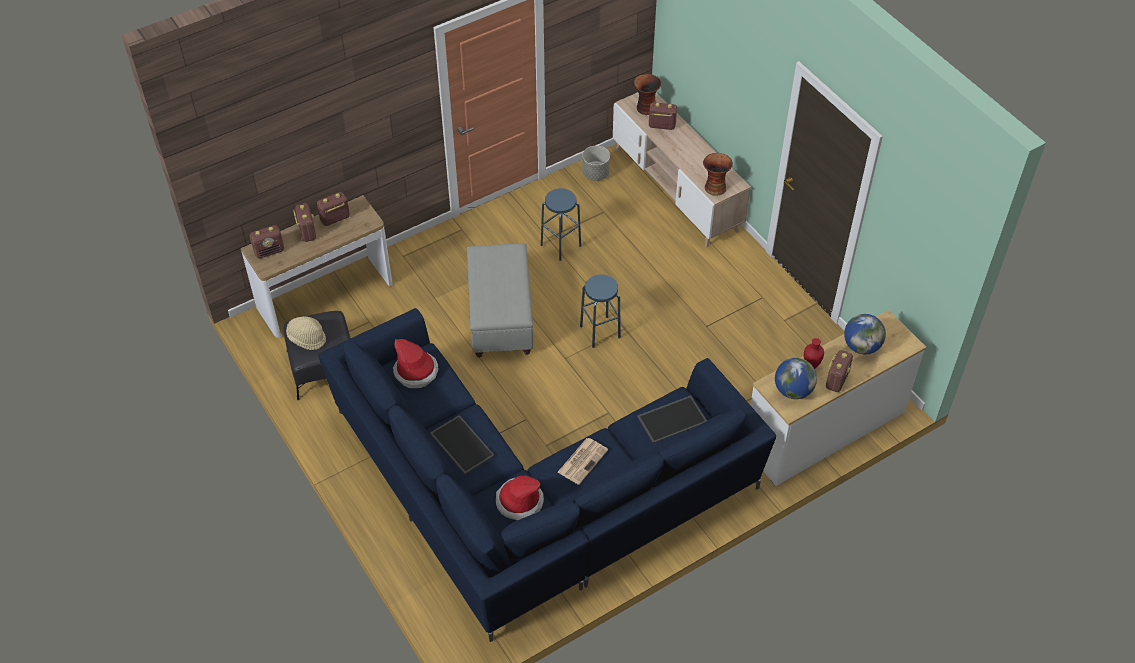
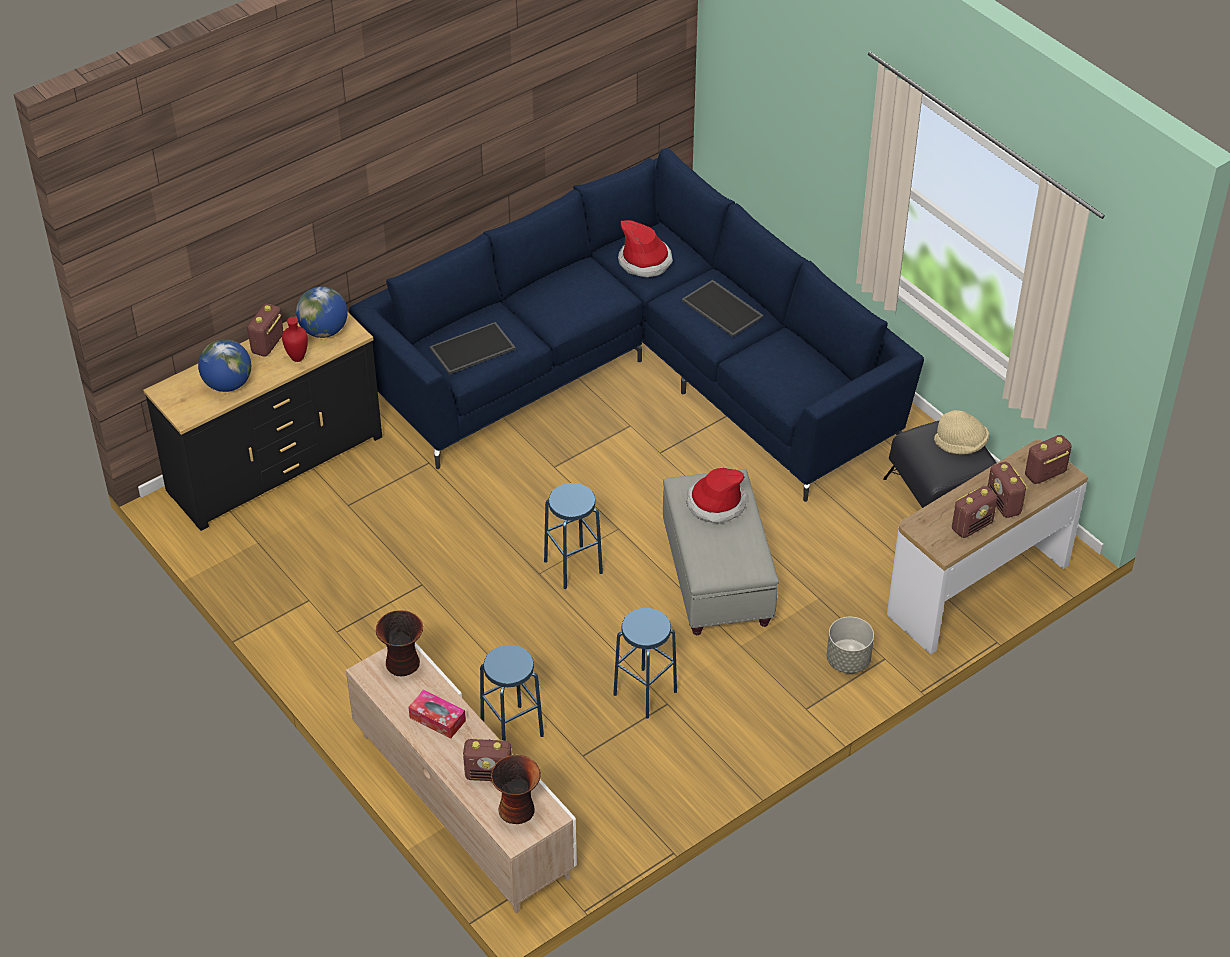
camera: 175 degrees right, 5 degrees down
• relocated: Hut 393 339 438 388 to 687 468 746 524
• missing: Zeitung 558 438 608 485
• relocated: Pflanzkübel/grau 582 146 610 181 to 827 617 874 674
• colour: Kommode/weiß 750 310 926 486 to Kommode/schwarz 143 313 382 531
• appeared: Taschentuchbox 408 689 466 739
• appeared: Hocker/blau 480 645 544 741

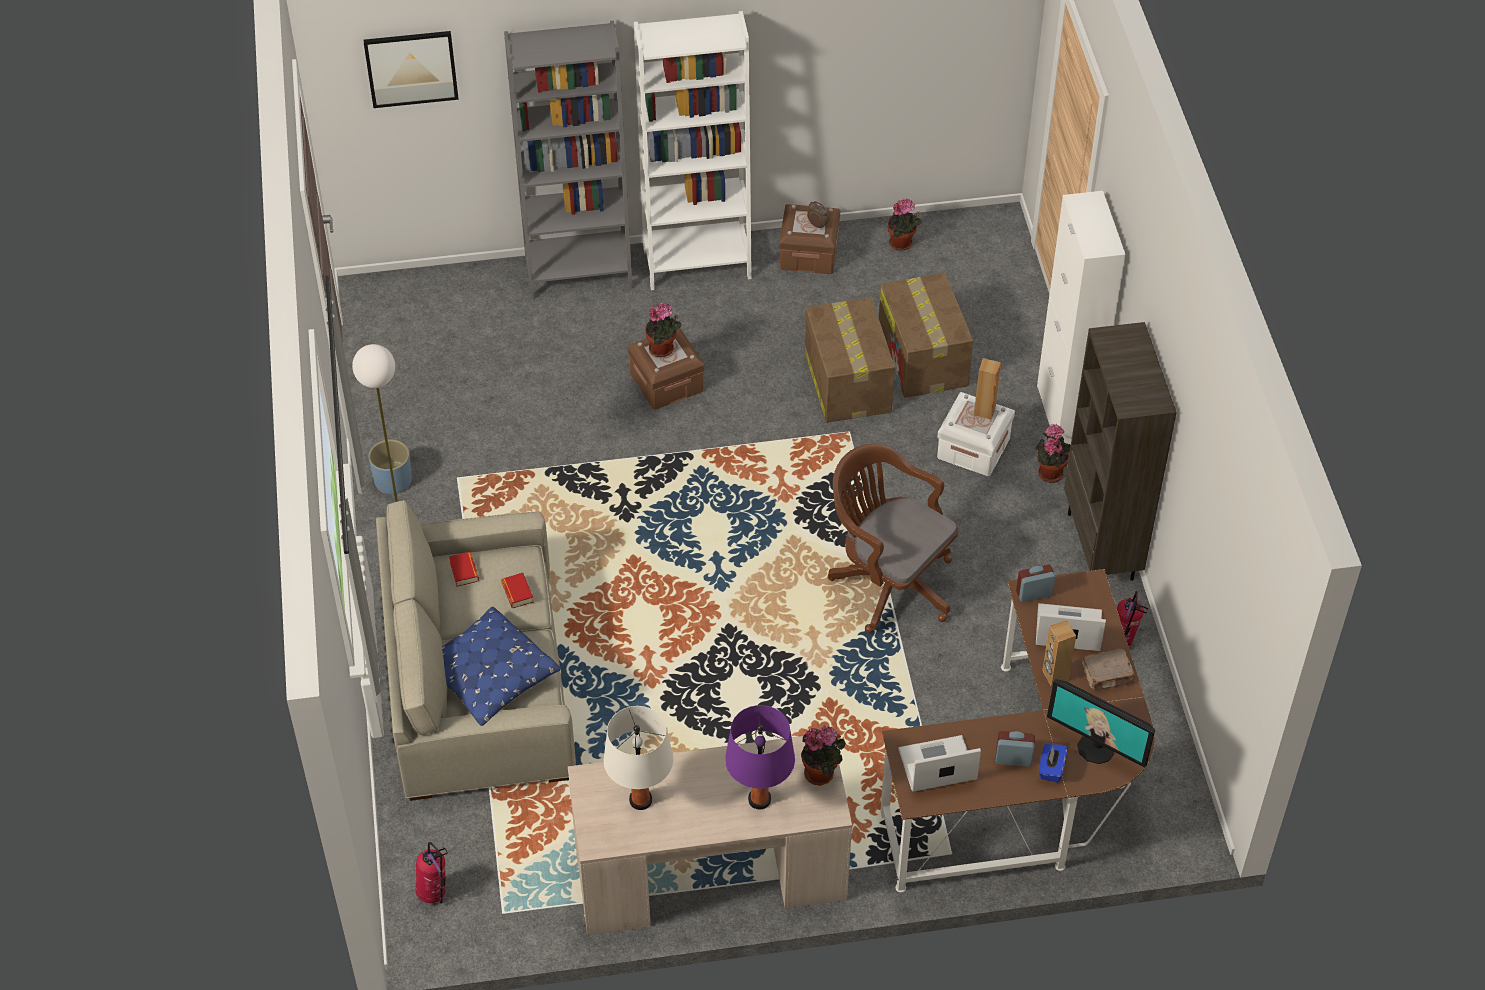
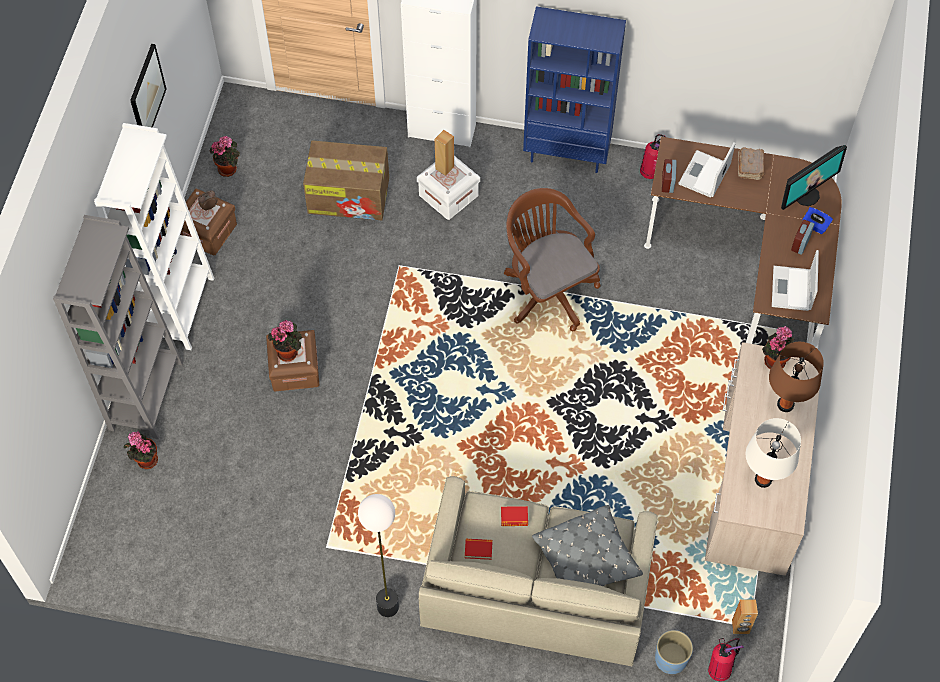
camera: 70 degrees left, 10 degrees up
• relocated: Bild 363 31 459 108 to 130 44 166 128
• relocated: Pflanzkübel/blau 368 439 412 494 to 655 630 693 674
• colour: Kissen/blau 442 607 561 726 to Kissen/grau 532 505 643 586
• colour: Tischlampe/lila 725 705 795 810 to Tischlampe/braun 769 342 824 412
• missing: Karton 805 297 895 423
• spun: Bürostuhl/braun 828 444 958 633 = 504 188 601 331 90 degrees clockwise
• relocated: Topfpflanze 1035 424 1071 483 to 124 431 158 469
• relocated: Lautsprecher/braun 1042 620 1076 687 to 732 599 758 634
• colour: Bücherregal/braun 1064 322 1177 581 to Bücherregal/blau 523 6 626 173

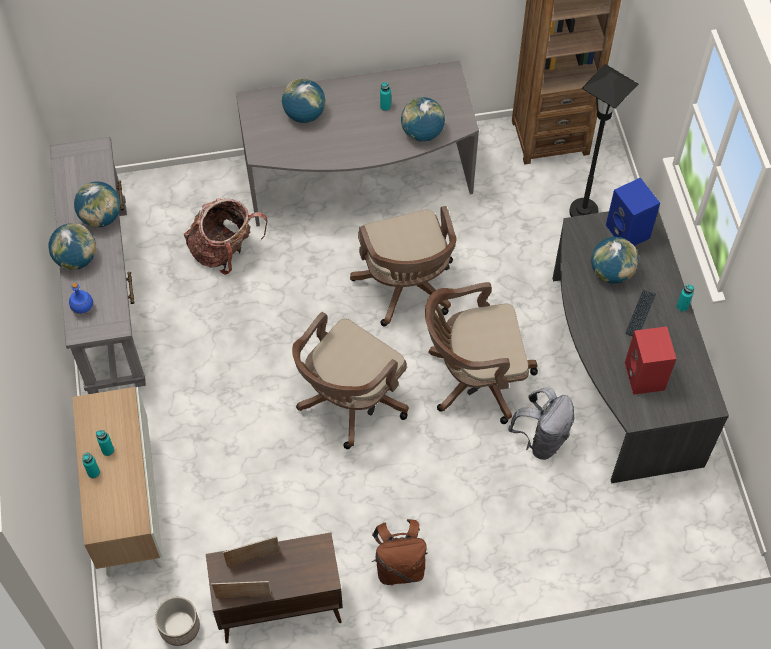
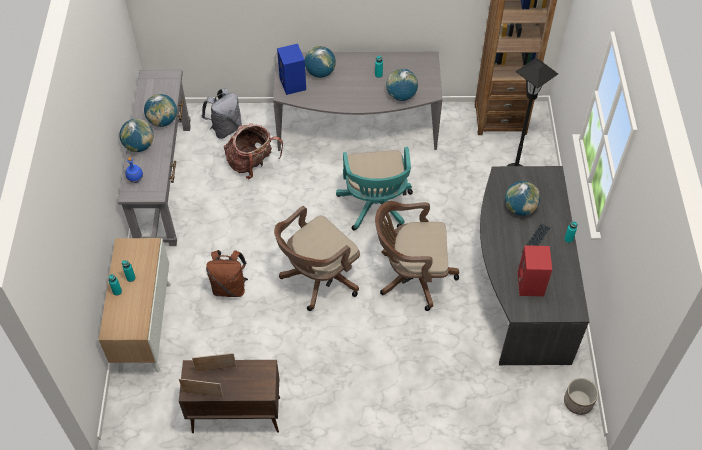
camera: 10 degrees right, 5 degrees down
• relocated: Pflanzkübel 155 597 200 646 to 564 378 598 415
• colour: Bürostuhl/braun 350 206 457 326 to Bürostuhl/türkis 336 147 413 231
• relocated: Rucksack/braun 372 519 427 585 to 206 250 248 297
• relocated: Rucksack/grau 508 387 574 460 to 202 88 242 139
• relocated: Lautsprecher/blau 606 178 660 246 to 277 44 306 95

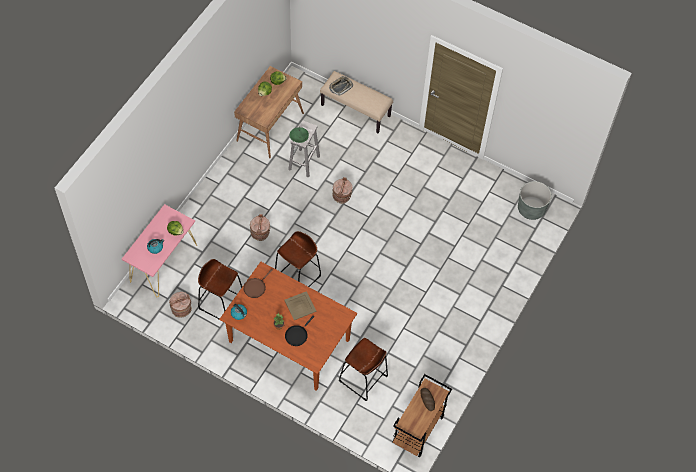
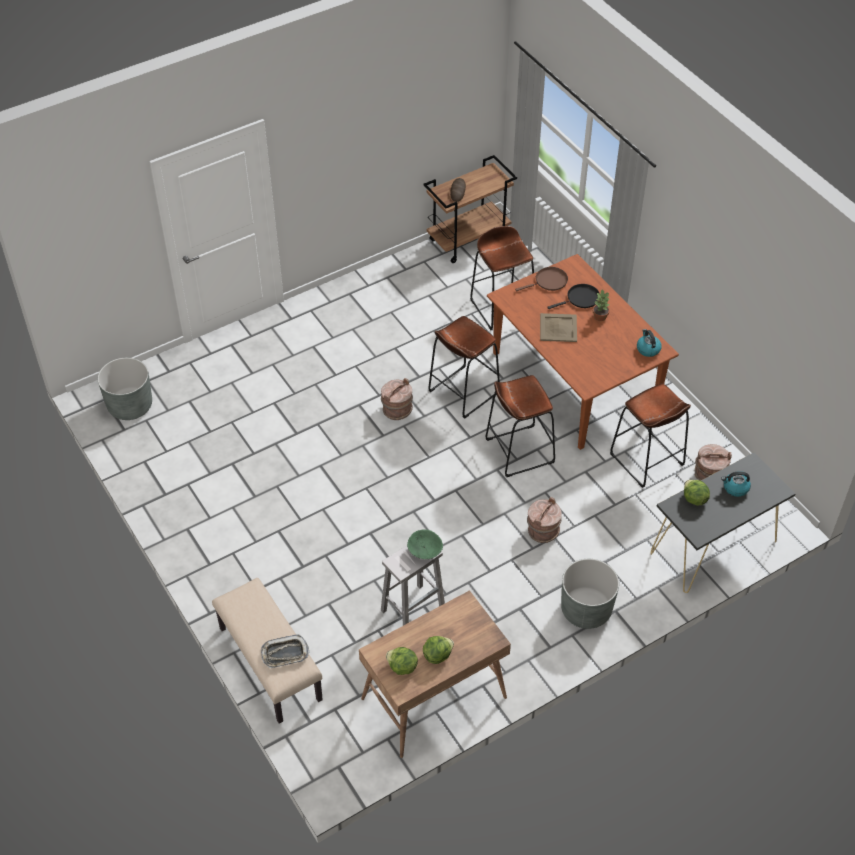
camera: 150 degrees left, 10 degrees down
• colour: Konsolentisch/rosa 122 204 197 297 to Konsolentisch/schwarz 650 452 795 593
• relocated: Pfanne/braun 243 269 273 298 to 515 267 568 291
• relocated: Eimer/braun 333 177 352 204 to 381 378 413 420
• appeared: Hocker/braun 428 316 500 419
• appeared: Pflanzkübel/grau 561 559 619 629

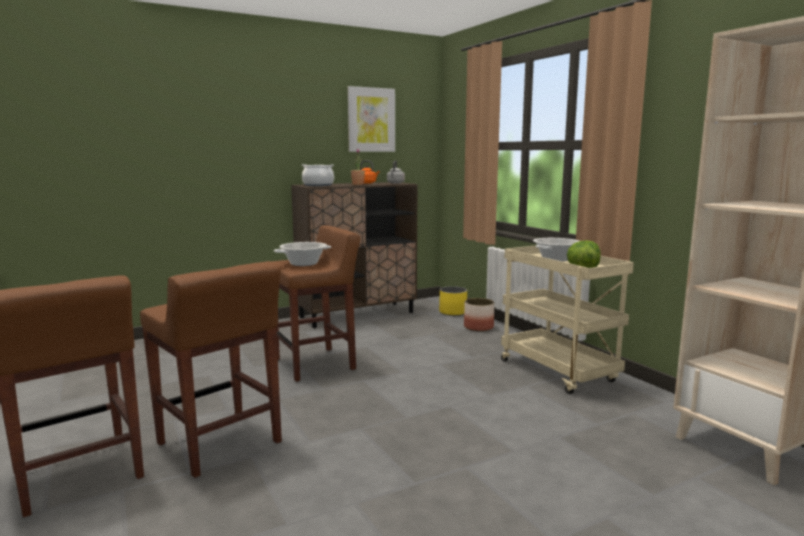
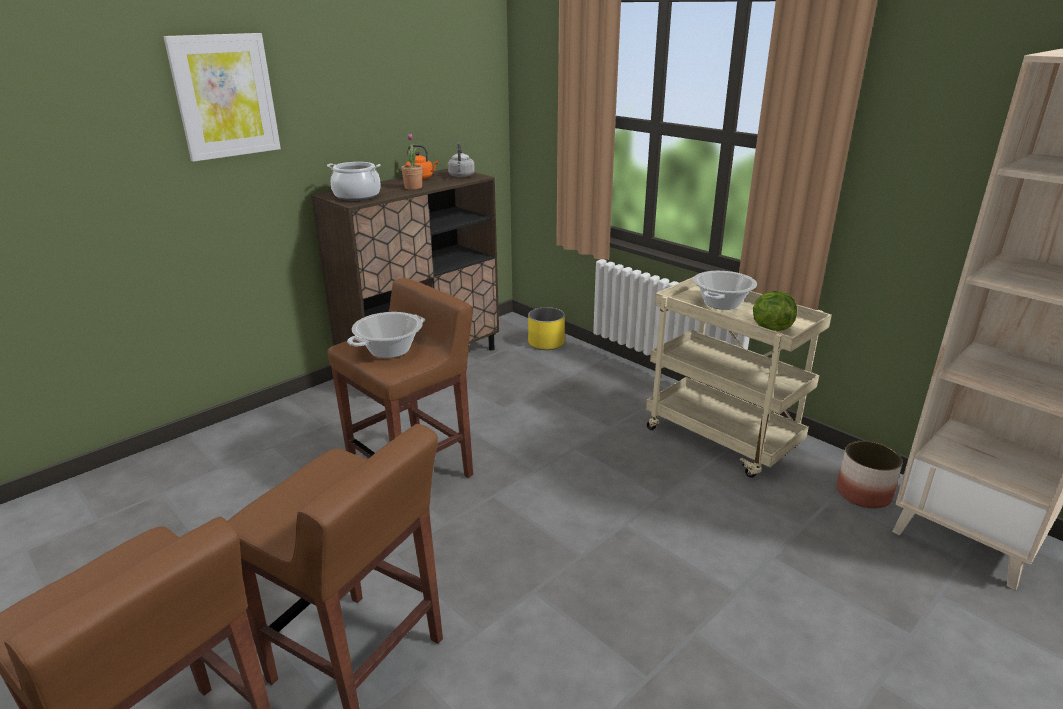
camera: 15 degrees left, 15 degrees up
• relocated: Bild 348 86 395 152 to 164 33 281 162
• relocated: Pflanzkübel 464 298 494 332 to 837 441 903 508

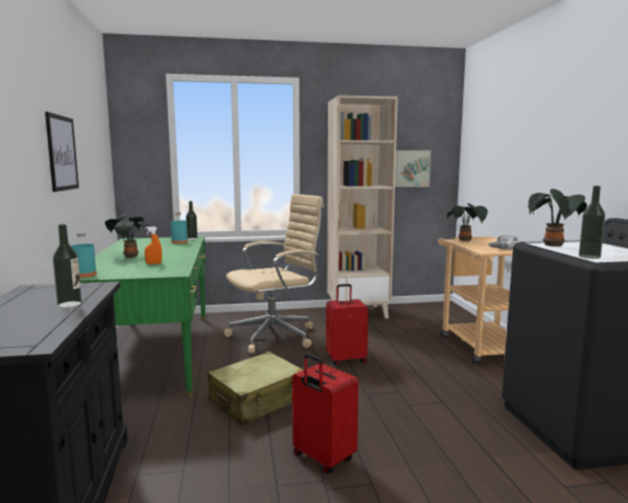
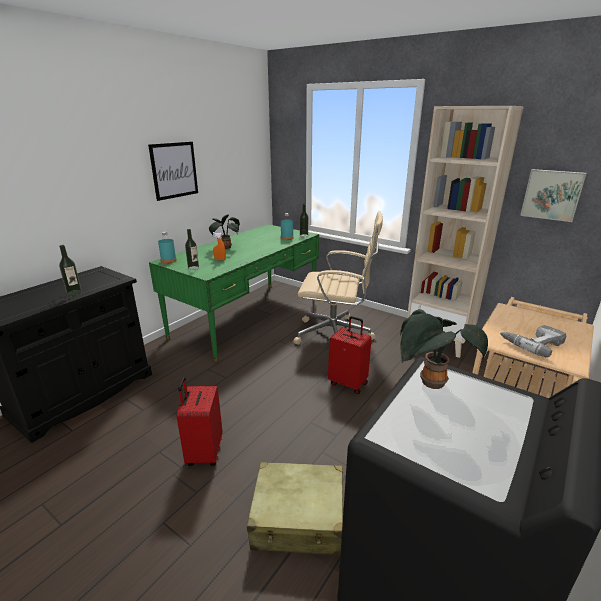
camera: 45 degrees right, 15 degrees up
• relocated: Koffer/beige 207 352 304 426 to 247 462 344 556
• missing: Topfpflanze 447 203 488 241
• relocated: Flasche 579 186 605 259 to 185 229 199 270

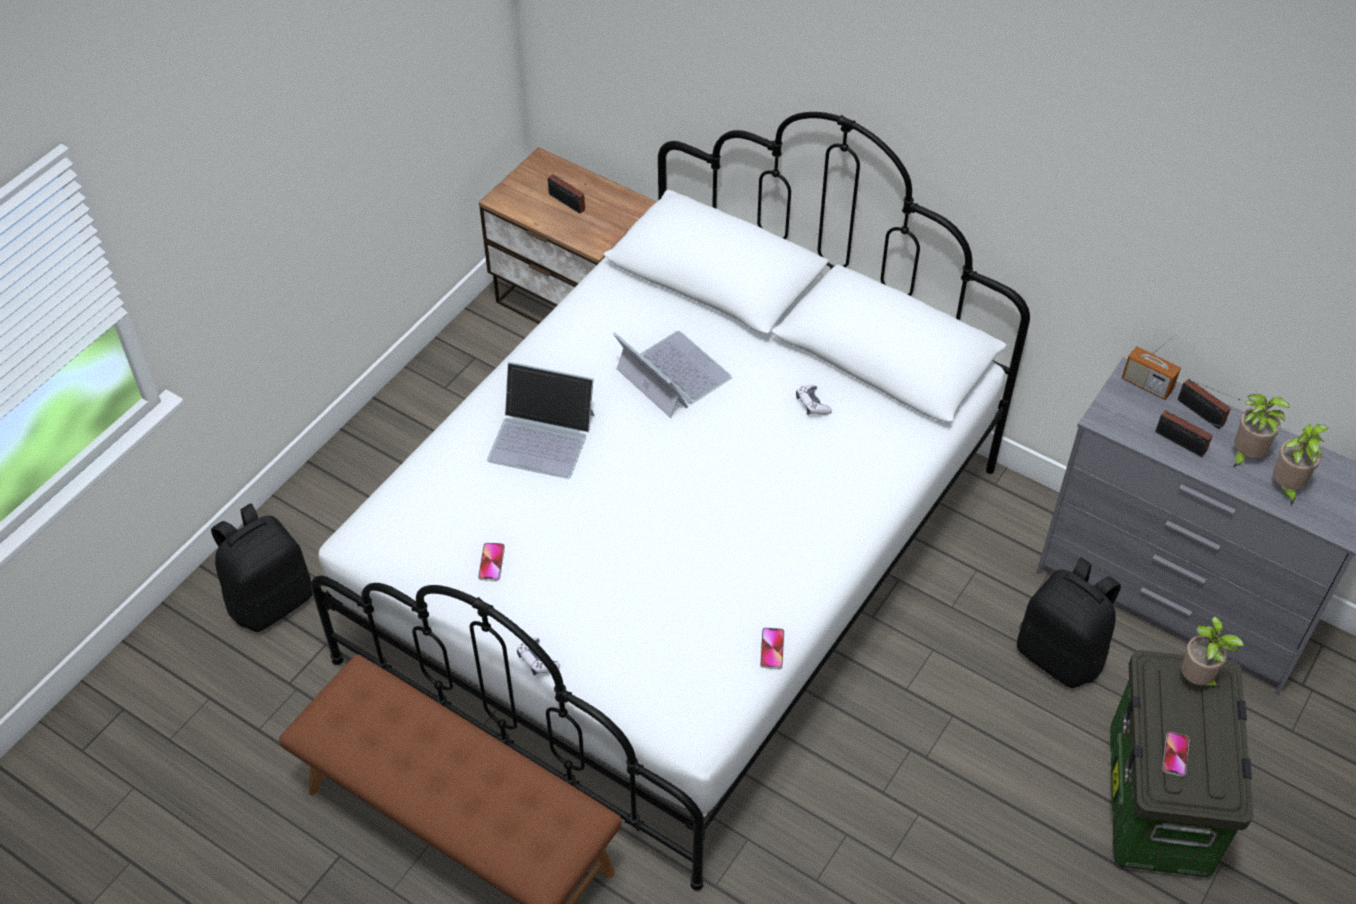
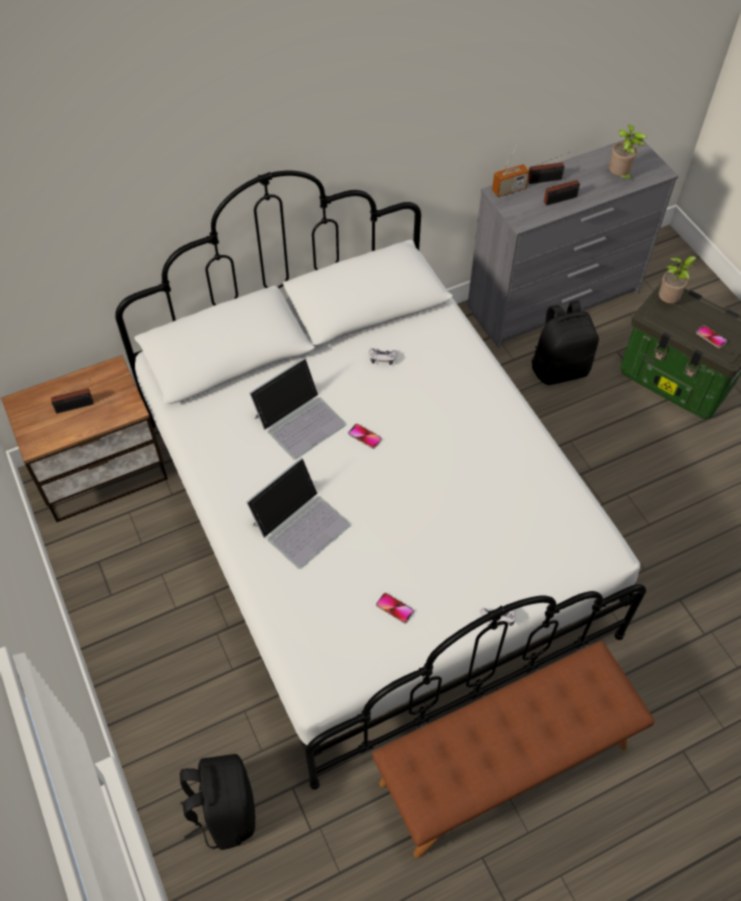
camera: 60 degrees left, 5 degrees up
• spun: Laptop 613 331 732 418 = 249 358 346 460 150 degrees clockwise
• relocated: Handy 760 627 785 669 to 348 424 382 449
• missing: Topfpflanze 1232 394 1290 468

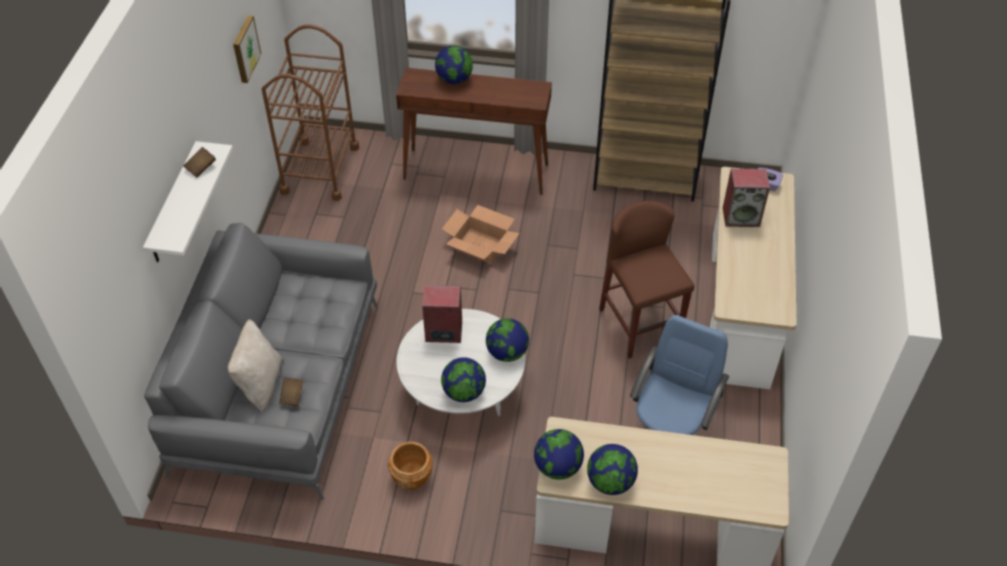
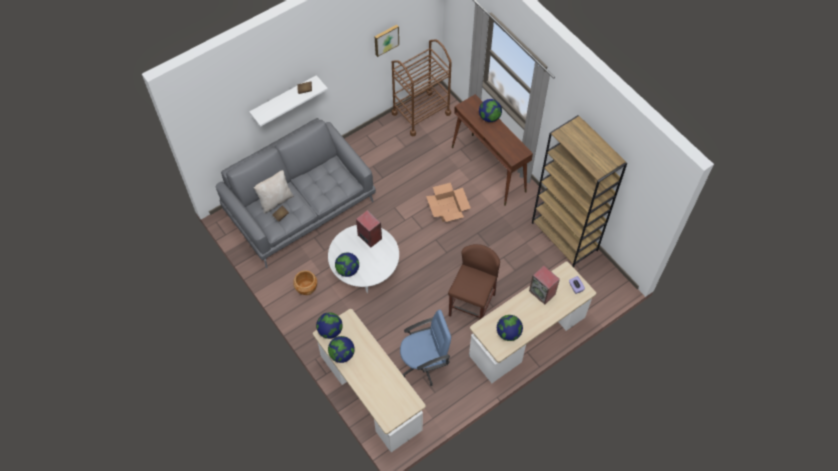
camera: 45 degrees right, 10 degrees up
• relocated: Globus 486 318 529 362 to 497 315 523 341

